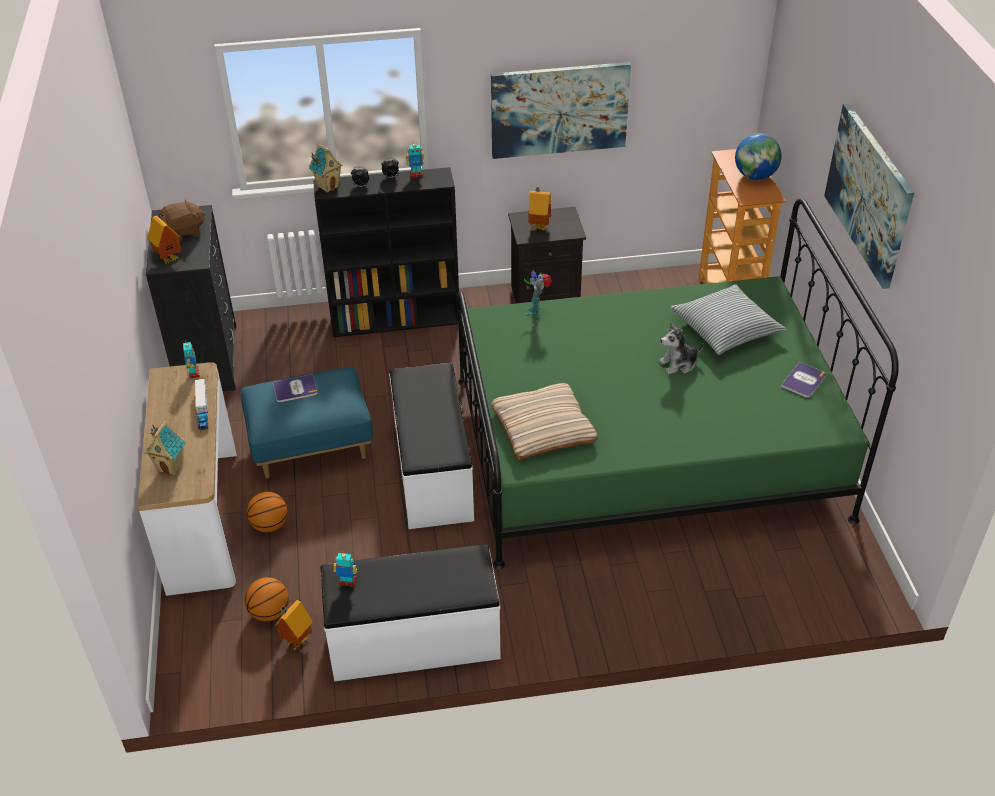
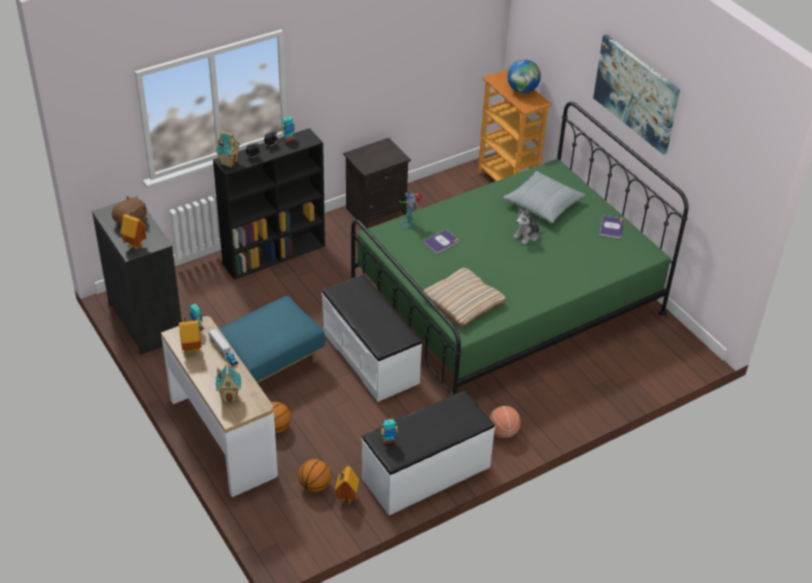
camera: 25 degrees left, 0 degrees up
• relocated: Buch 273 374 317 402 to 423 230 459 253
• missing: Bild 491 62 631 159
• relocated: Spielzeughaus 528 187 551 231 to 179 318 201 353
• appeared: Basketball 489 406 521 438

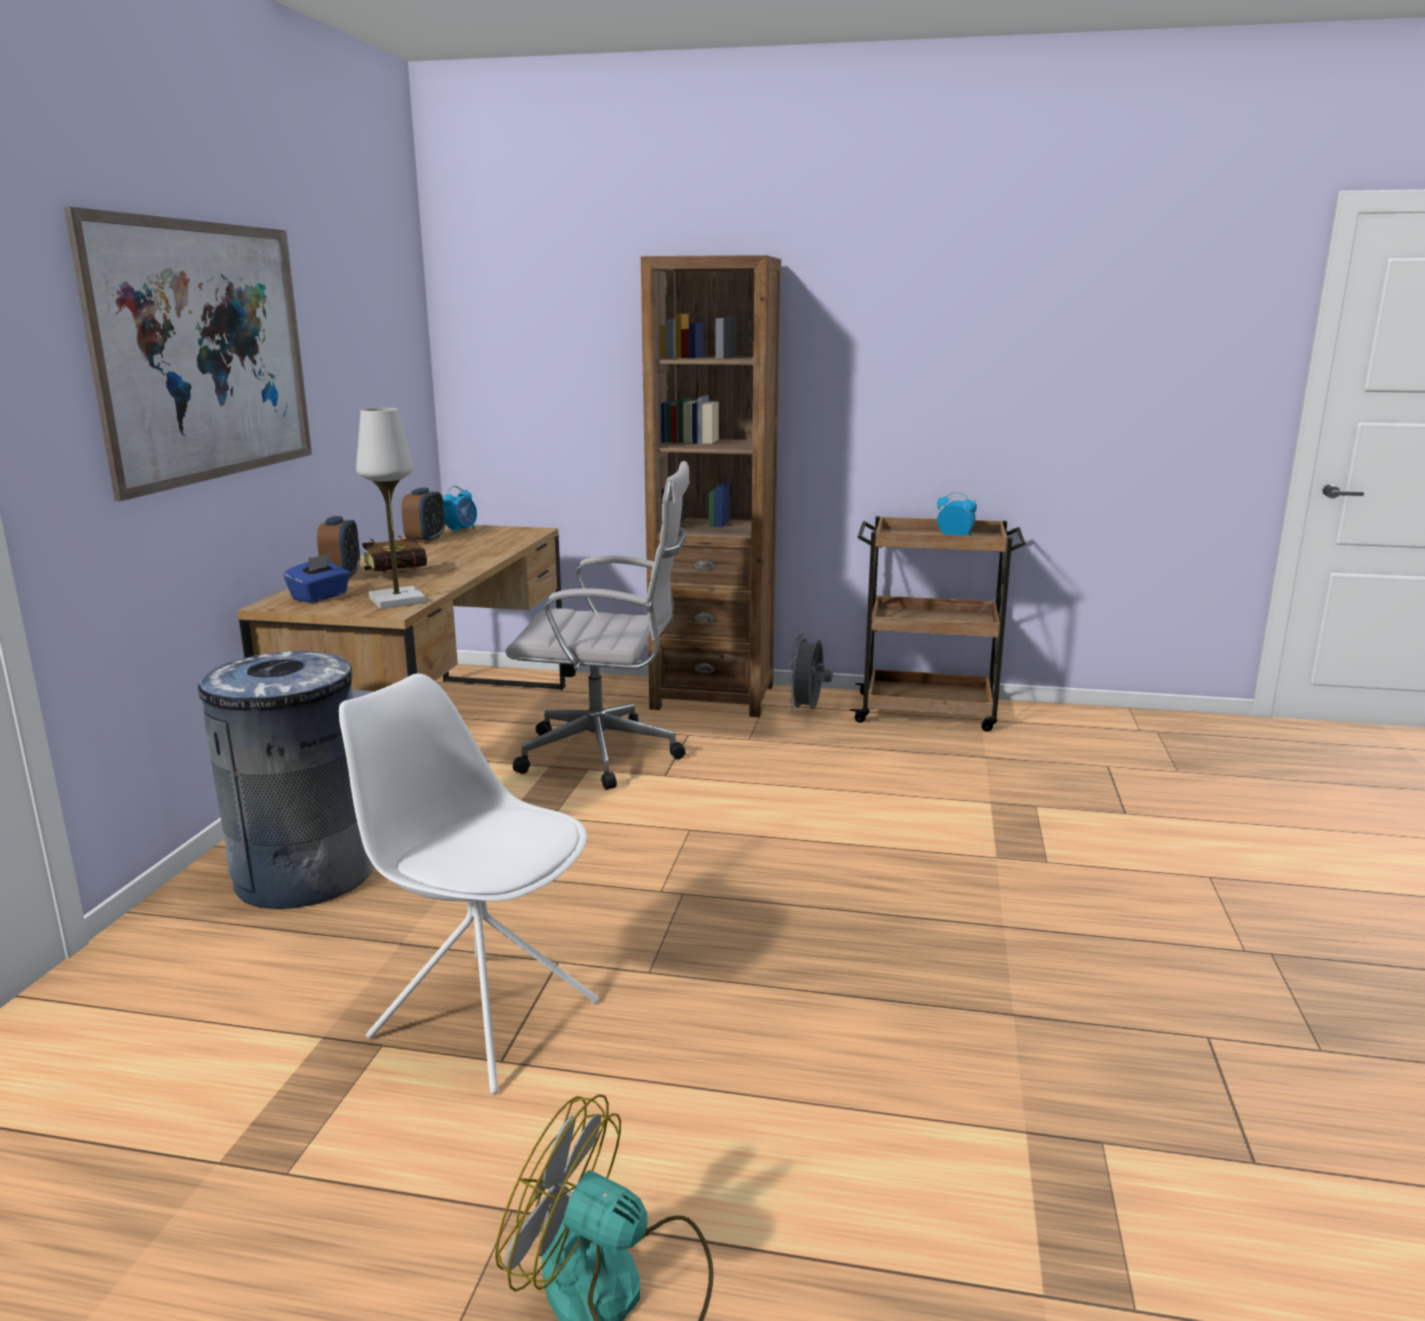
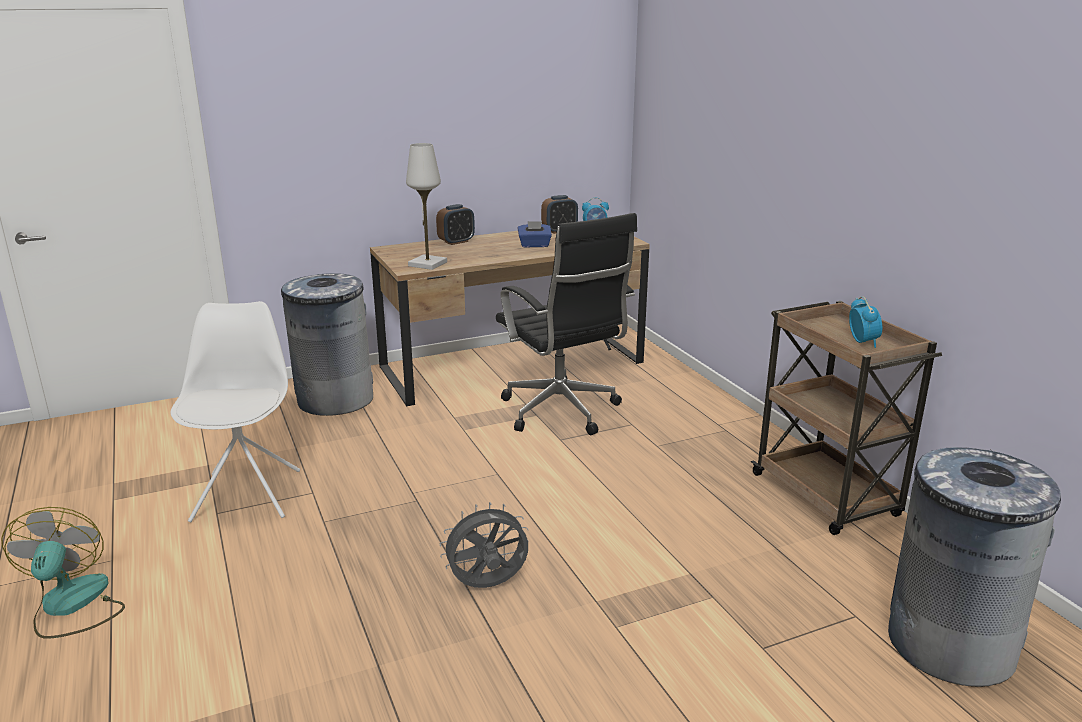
camera: 55 degrees right, 5 degrees up
• missing: Bild 64 207 312 501
• relocated: Taschentuchbox/blau 283 553 350 603 to 517 221 552 248
• missing: Buch 362 536 431 573
• colour: Bürostuhl/weiß 505 461 690 790 to Bürostuhl/schwarz 496 213 637 435
• missing: Bücherregal/braun 641 255 781 717
• relocated: Ventilator/grau 788 633 833 713 to 440 502 529 588
• appeared: Mülleimer/grau 888 447 1061 687

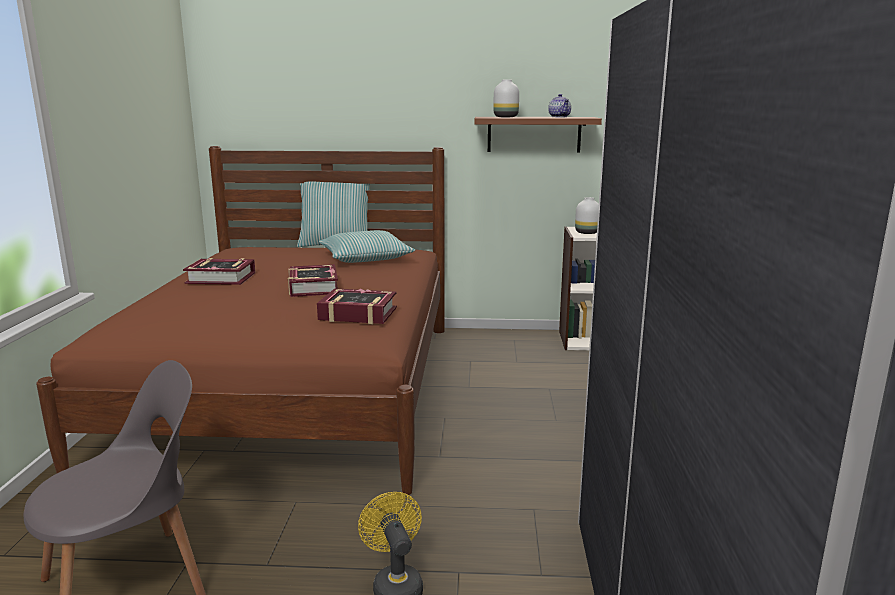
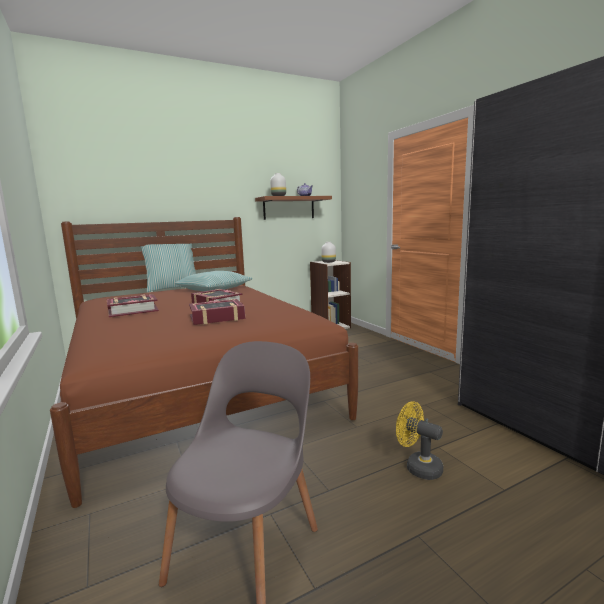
camera: 30 degrees left, 5 degrees down
• relocated: Buch 317 288 397 324 to 189 299 245 325

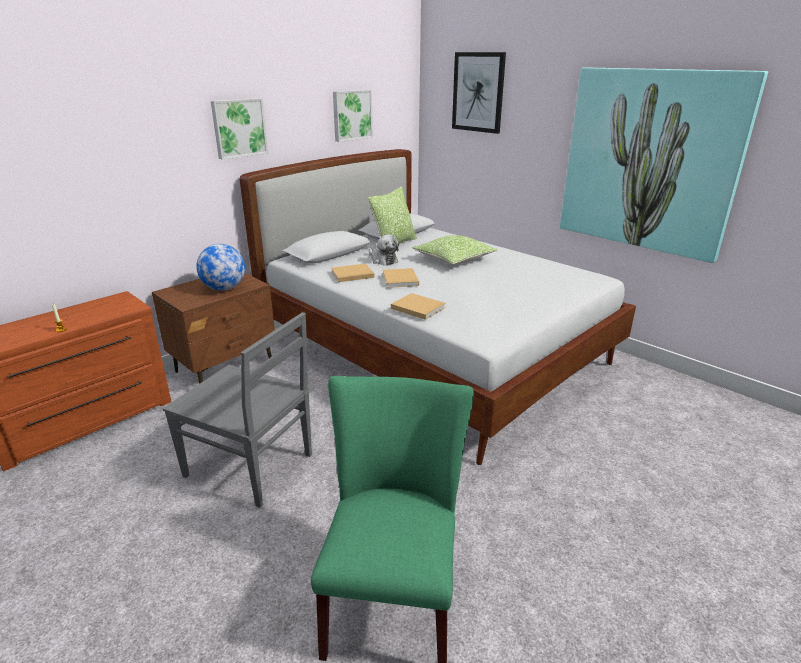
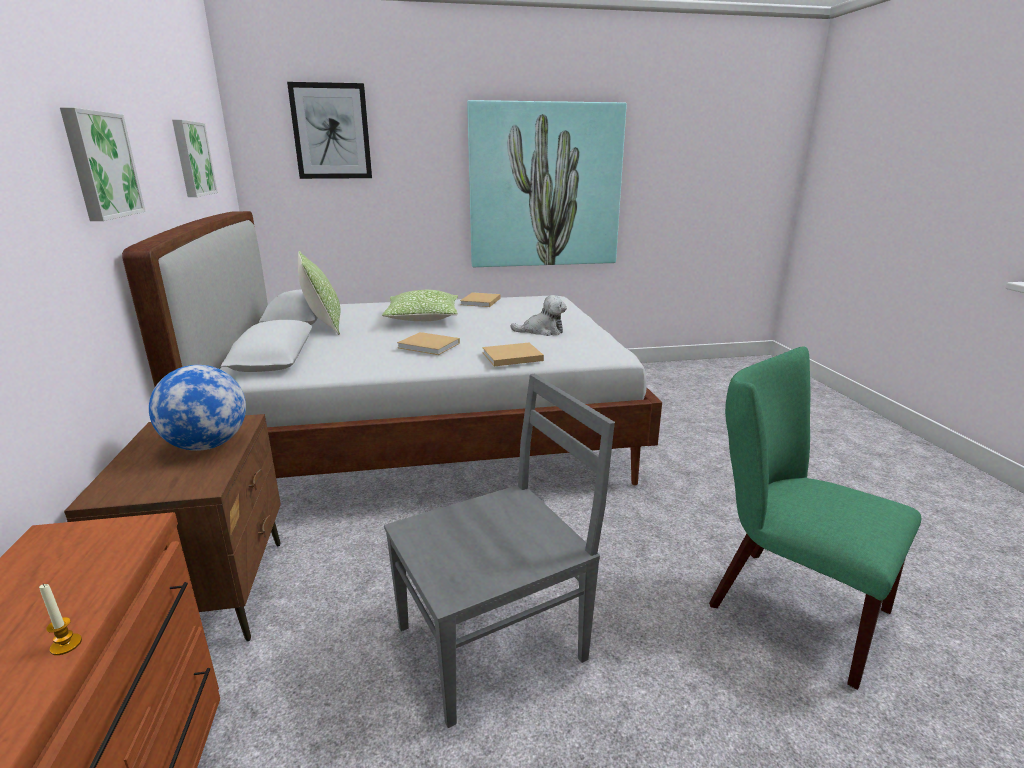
camera: 55 degrees left, 5 degrees down
• relocated: Buch/beige 331 264 374 282 to 460 292 500 307
• relocated: Plüschtier 369 234 399 265 to 510 295 567 336

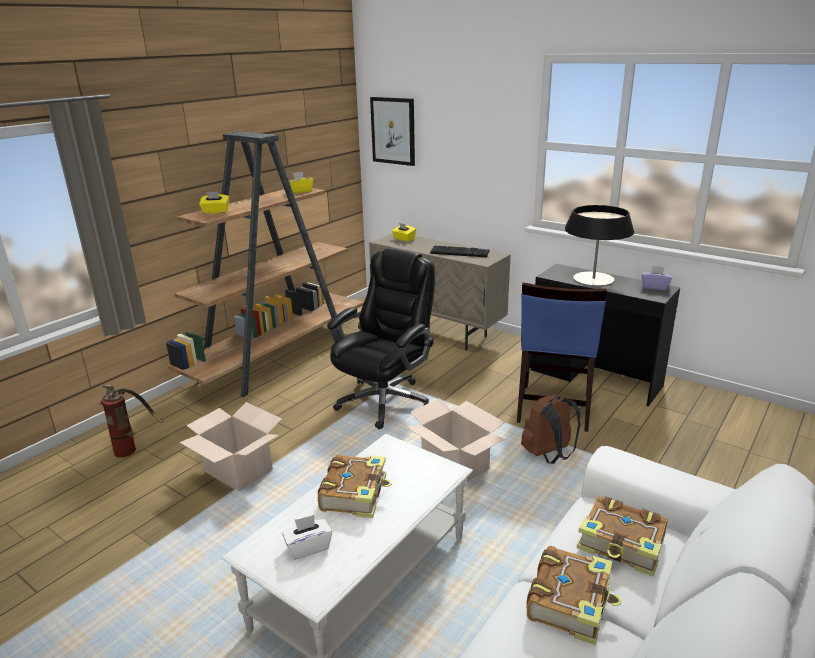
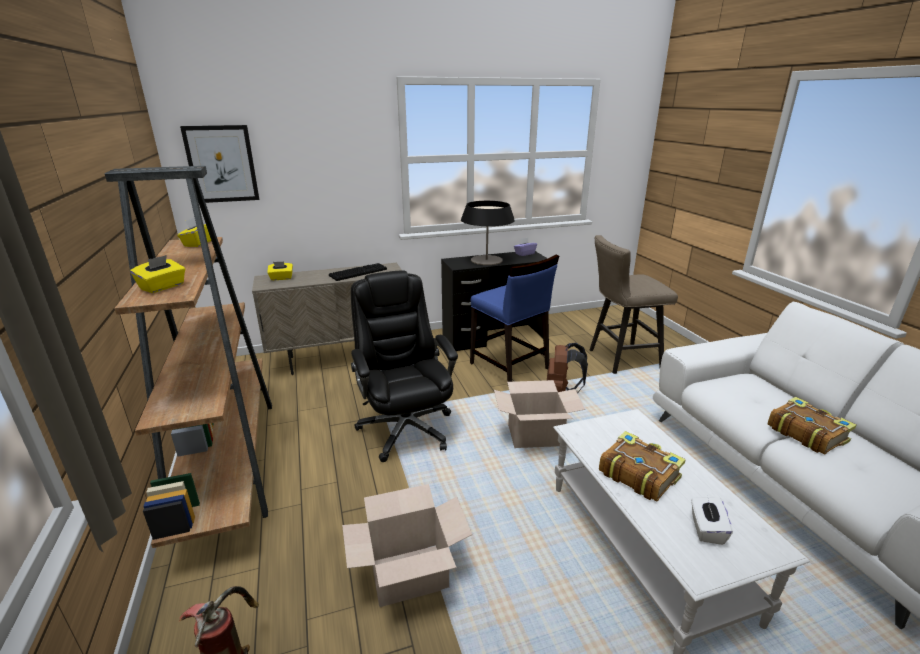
camera: 55 degrees left, 0 degrees up
• missing: Buch 577 496 668 577
• appeared: Hocker/beige 590 235 678 374

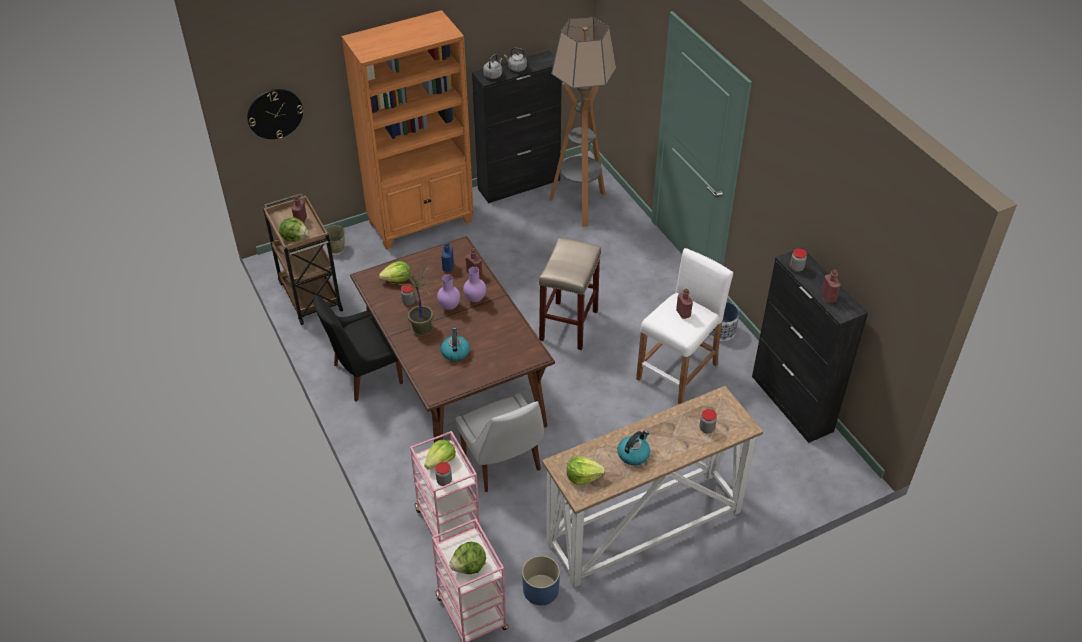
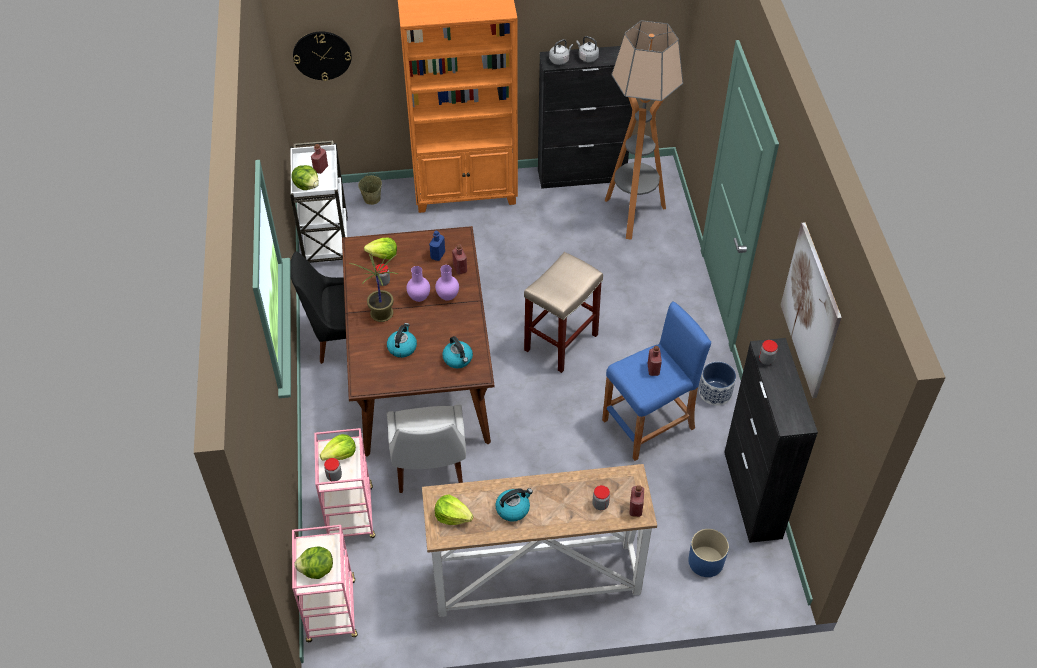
camera: 20 degrees right, 5 degrees up
• colour: Rollwagen/braun 263 194 343 325 to Rollwagen/weiß 290 140 348 263
• relocated: Pflanzkübel/blau 522 556 560 605 to 688 529 729 577
• colour: Hocker/weiß 636 248 733 404 to Hocker/blau 602 302 711 461
• relocated: Flasche/rot 821 269 841 303 to 629 485 644 517
• appeared: Wasserkessel 442 336 473 368
• appeared: Bild 781 222 842 398

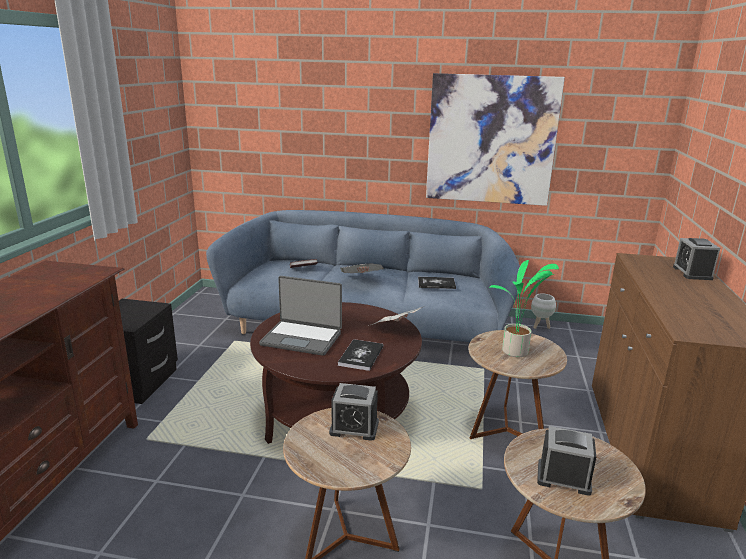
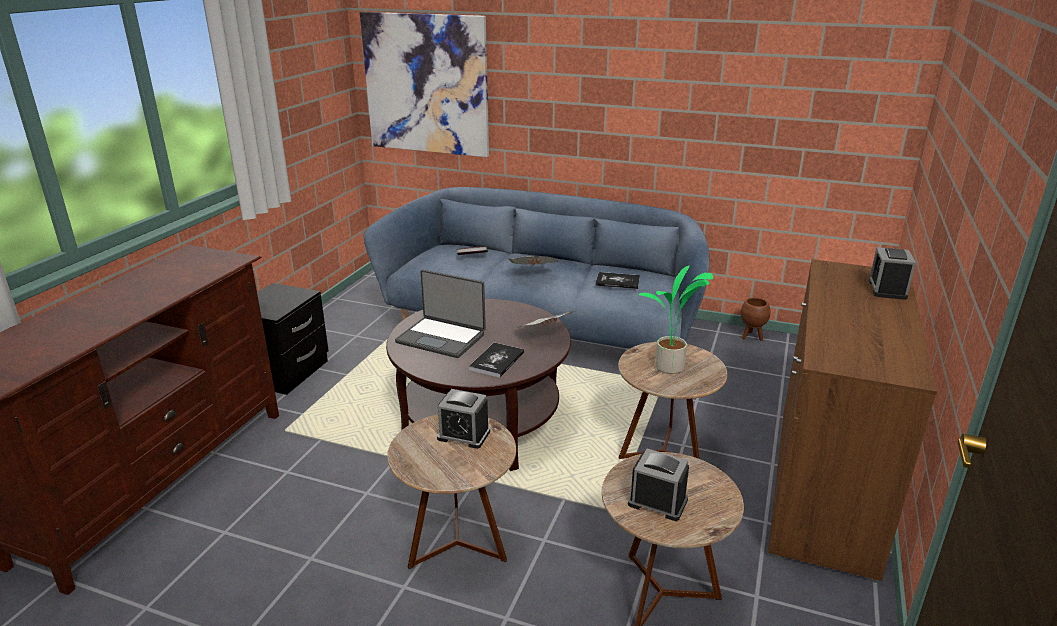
camera: 10 degrees right, 5 degrees up
• relocated: Bild 426 73 565 206 to 360 12 489 157
• colour: Pflanzkübel/weiß 531 293 556 329 to Pflanzkübel/braun 740 298 770 340

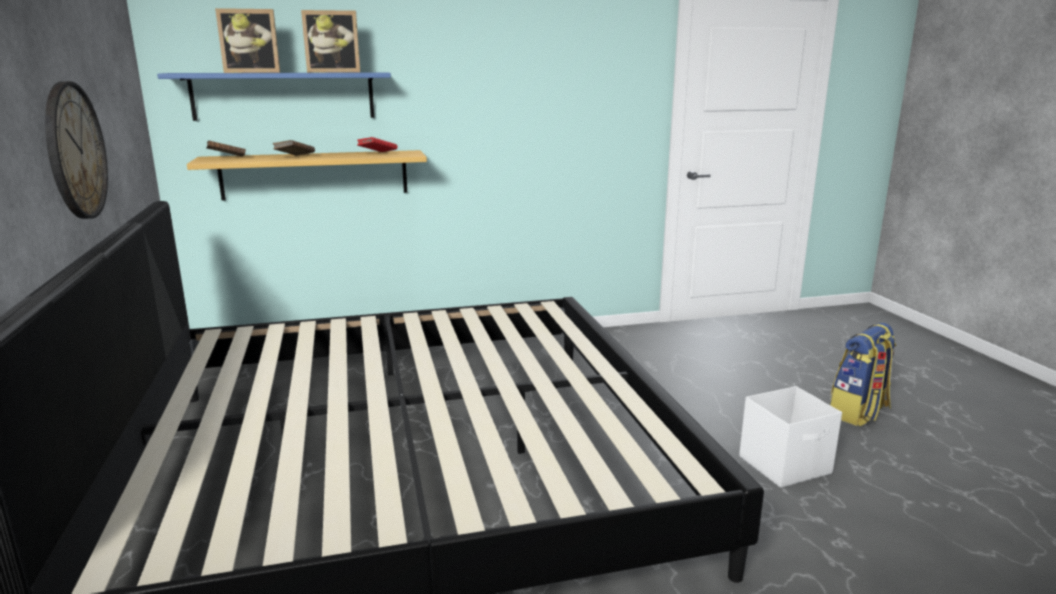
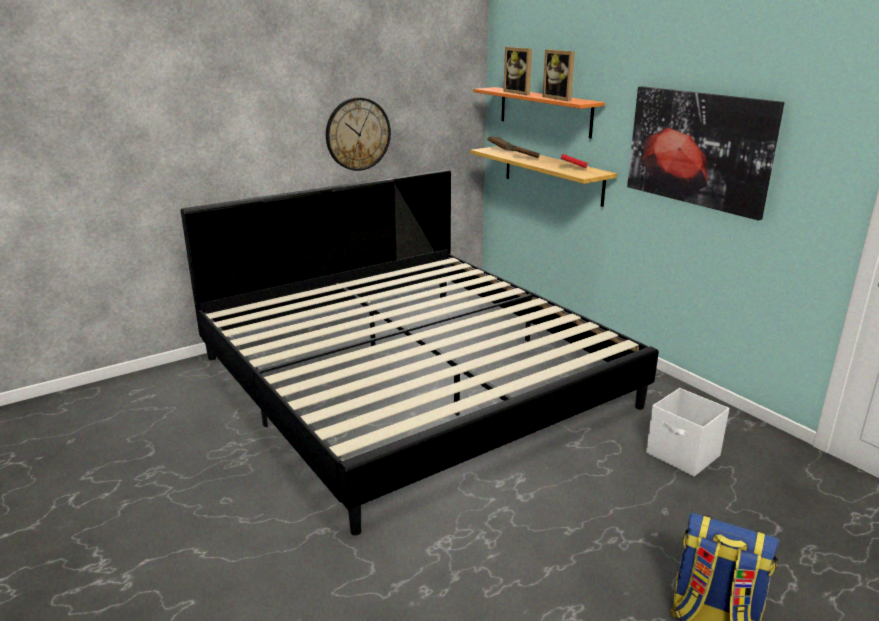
camera: 70 degrees right, 5 degrees up
• colour: Wandregal/blau 157 72 391 121 to Wandregal/orange 473 87 605 138
• relocated: Aufbewahrungsbox/weiß 739 386 842 488 to 646 388 729 477
• appeared: Bild 627 86 785 220

